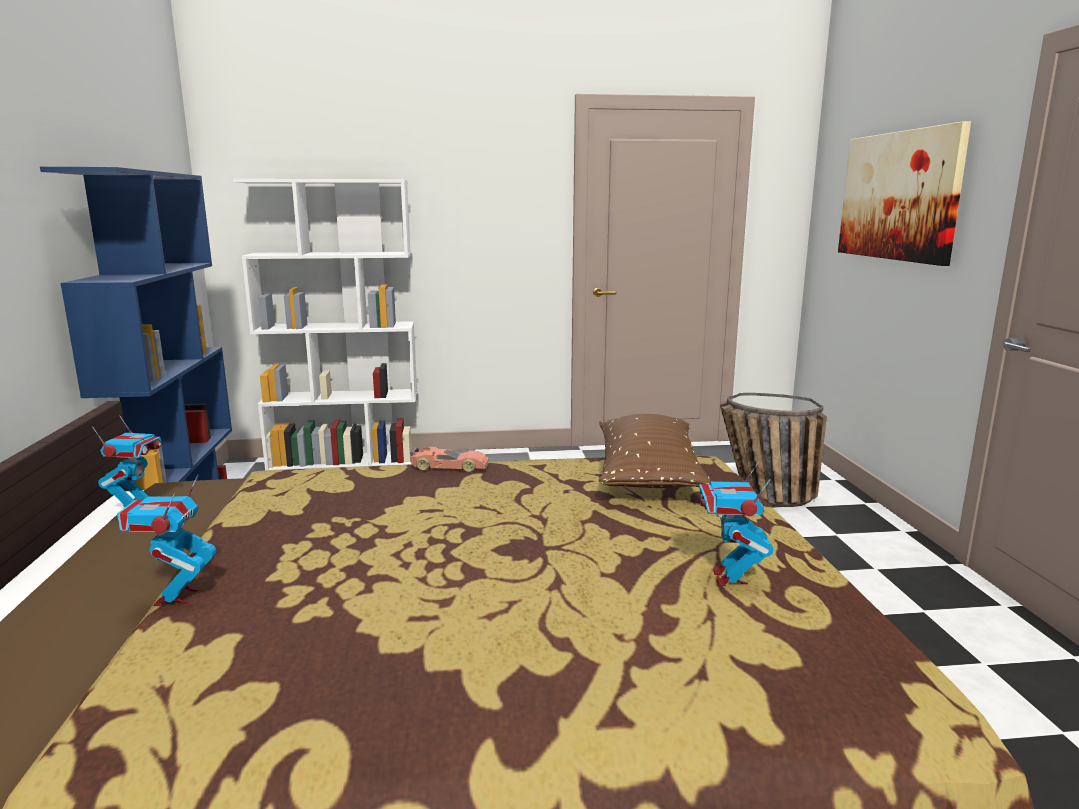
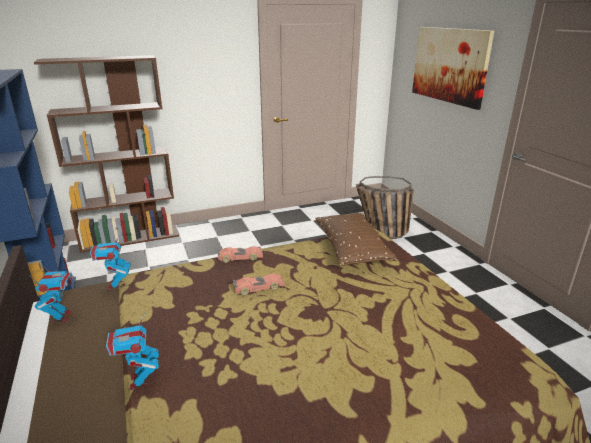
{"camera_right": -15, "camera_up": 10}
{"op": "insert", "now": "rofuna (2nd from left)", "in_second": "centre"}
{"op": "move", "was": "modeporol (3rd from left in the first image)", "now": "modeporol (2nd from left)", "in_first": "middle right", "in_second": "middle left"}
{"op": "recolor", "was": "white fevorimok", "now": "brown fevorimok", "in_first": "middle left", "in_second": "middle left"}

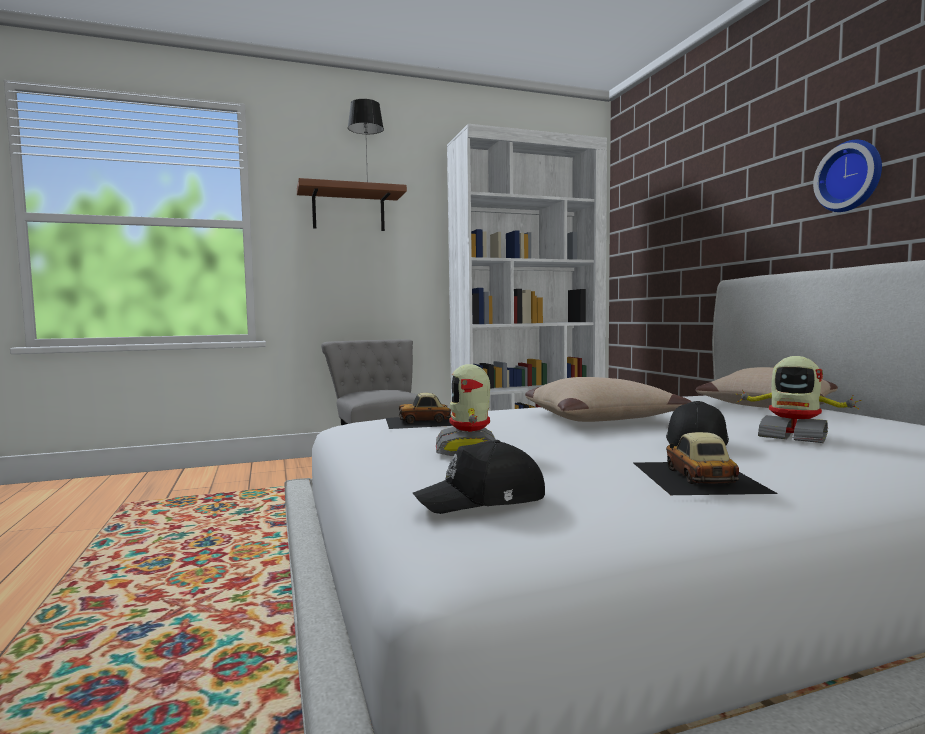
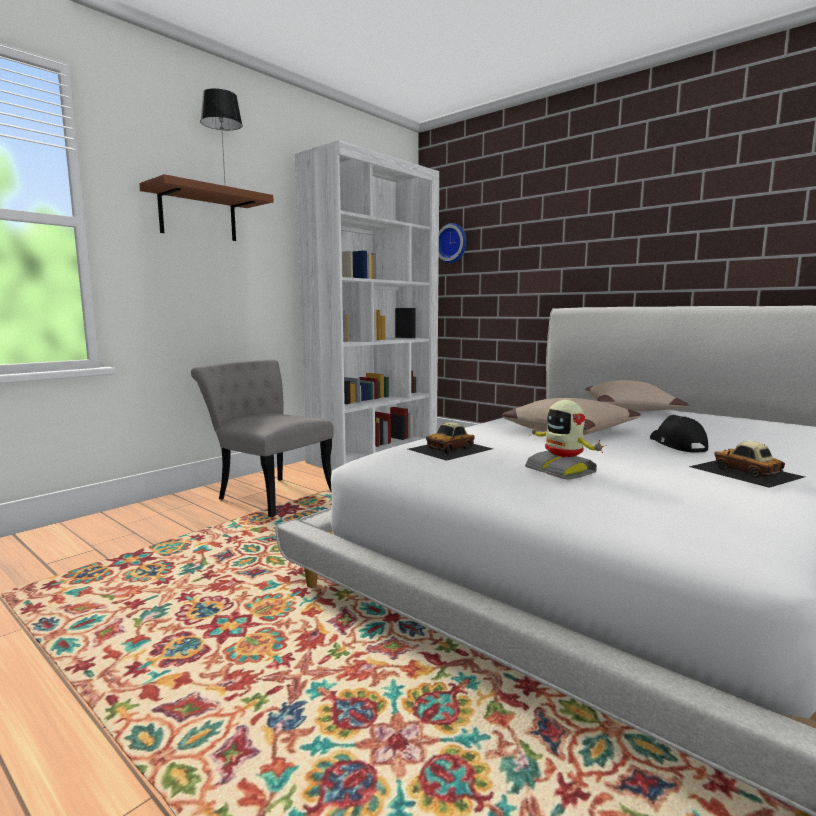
{"camera_right": -30, "camera_up": 5}
{"op": "delete", "was": "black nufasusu (1st from left)", "in_first": "centre"}
{"op": "delete", "was": "modeporol (2nd from left)", "in_first": "middle right"}
{"op": "move", "was": "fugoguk", "in_first": "top right", "in_second": "top centre"}

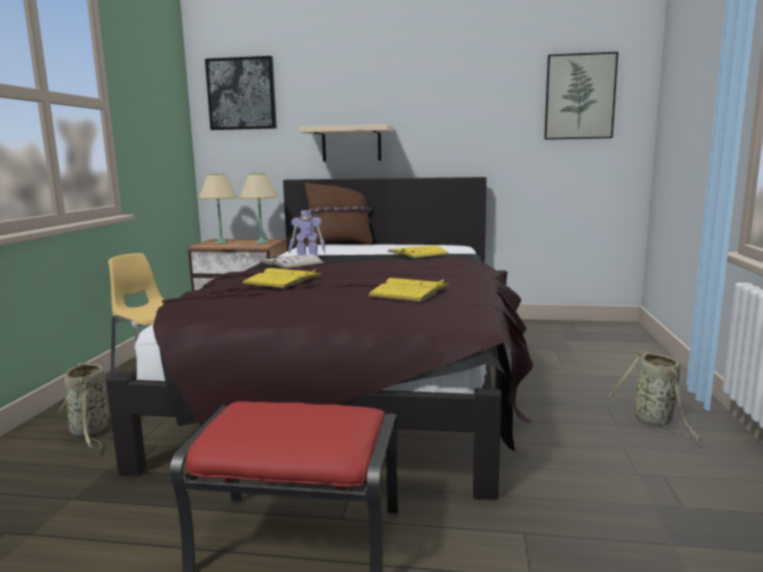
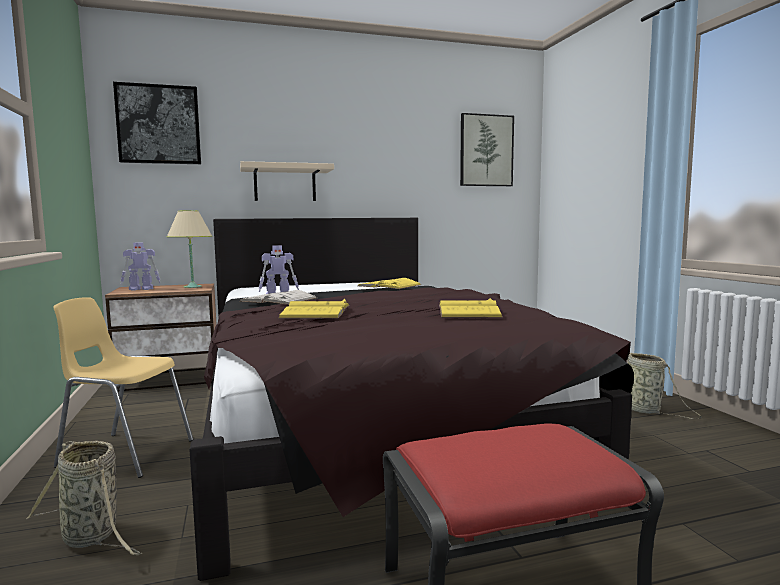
{"camera_right": -25, "camera_up": -5}
{"op": "delete", "was": "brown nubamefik", "in_first": "centre"}
{"op": "replace", "was": "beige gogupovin (1st from left)", "now": "modeporol (1st from left)", "in_first": "middle left", "in_second": "middle left"}

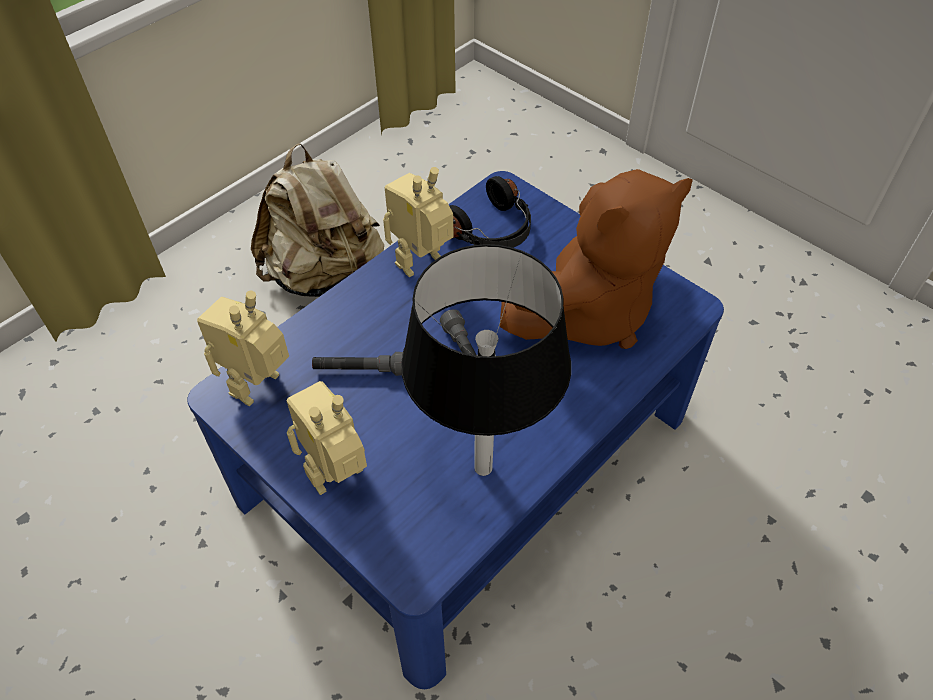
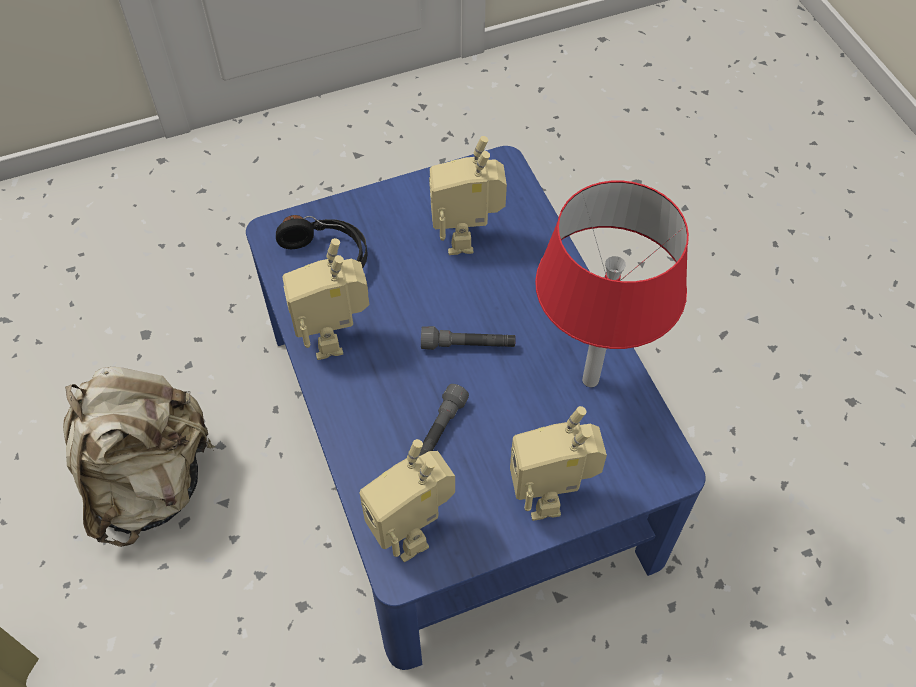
{"camera_right": -65, "camera_up": 5}
{"op": "replace", "was": "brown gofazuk", "now": "modeporol (3rd from left)", "in_first": "centre", "in_second": "top centre"}
{"op": "recolor", "was": "black gogupovin", "now": "red gogupovin", "in_first": "centre", "in_second": "middle right"}

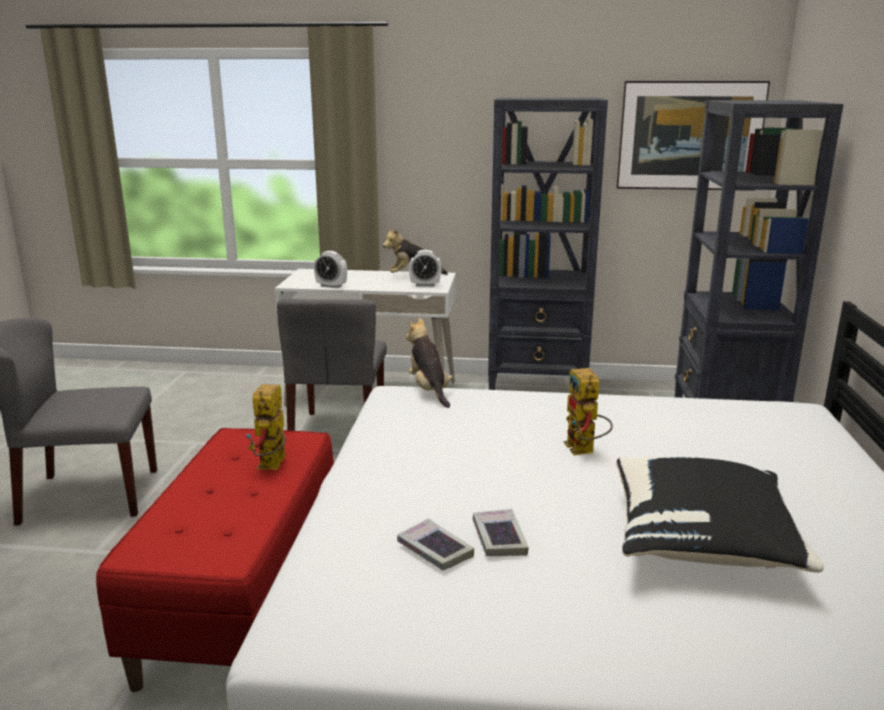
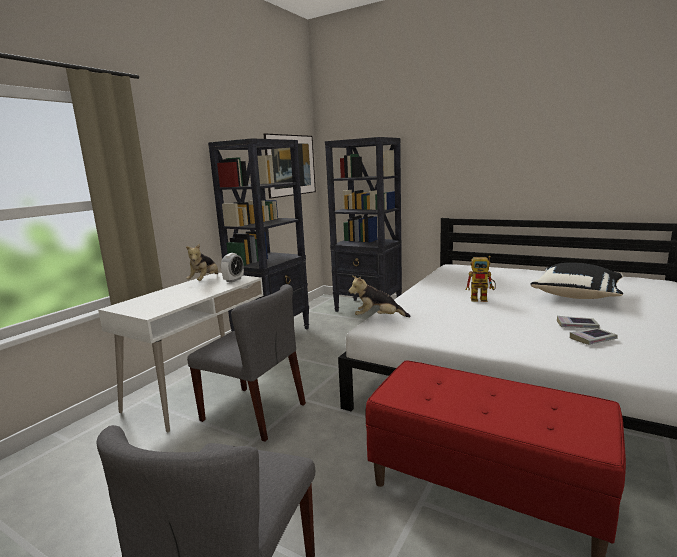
{"camera_right": -65, "camera_up": -5}
{"op": "delete", "was": "modeporol (1st from left)", "in_first": "middle left"}
{"op": "delete", "was": "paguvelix (1st from left)", "in_first": "centre"}

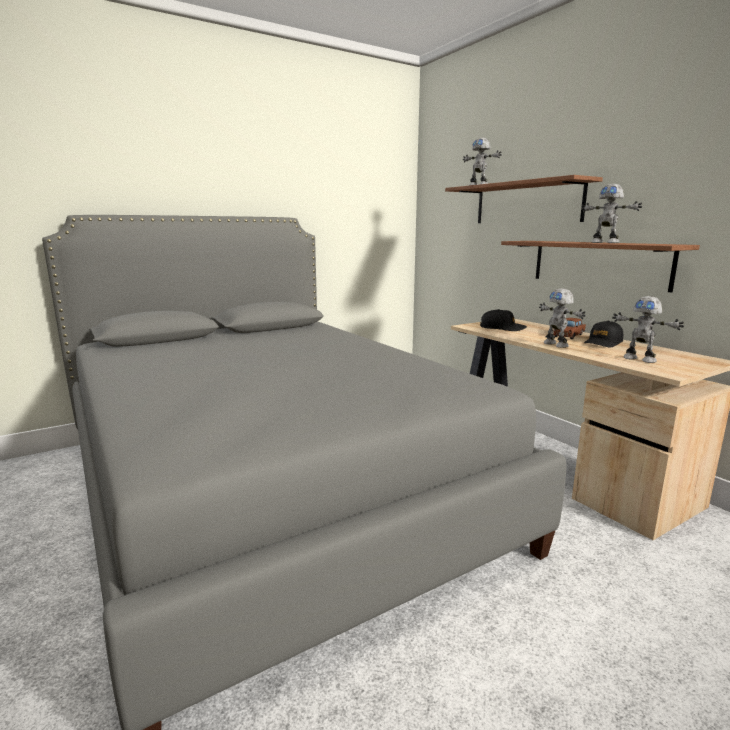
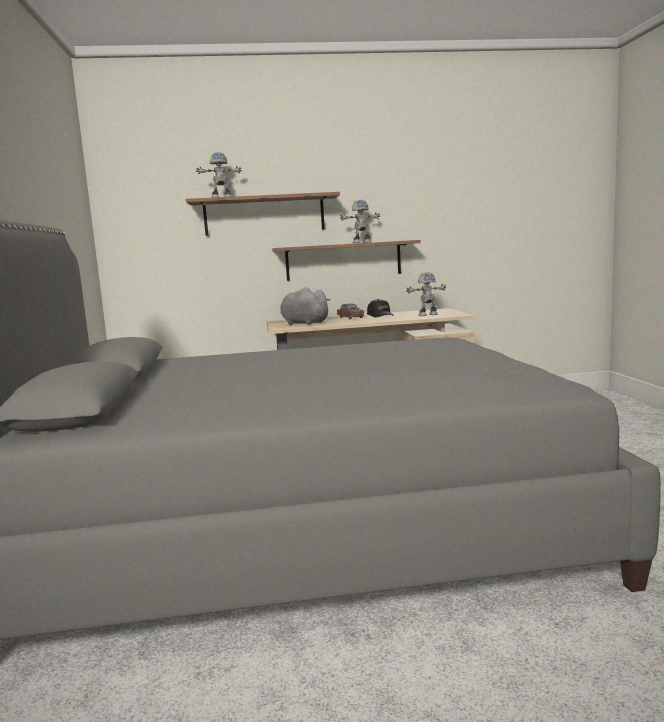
{"camera_right": -65, "camera_up": -5}
{"op": "delete", "was": "modeporol (2nd from left)", "in_first": "middle right"}
{"op": "replace", "was": "black nufasusu (1st from left)", "now": "grey gofazuk", "in_first": "middle right", "in_second": "centre"}

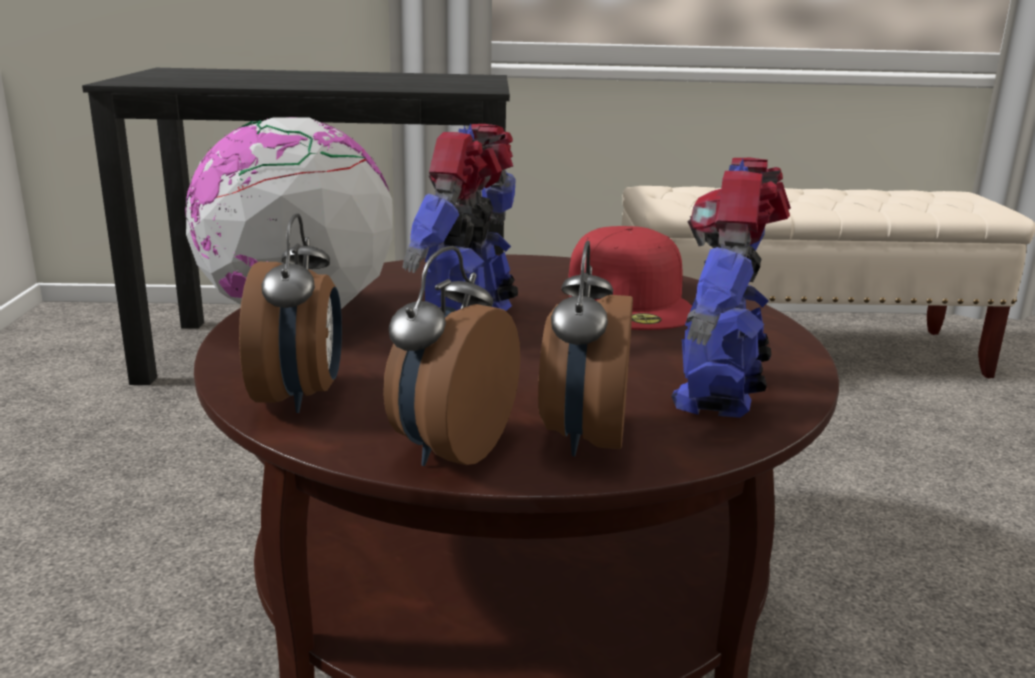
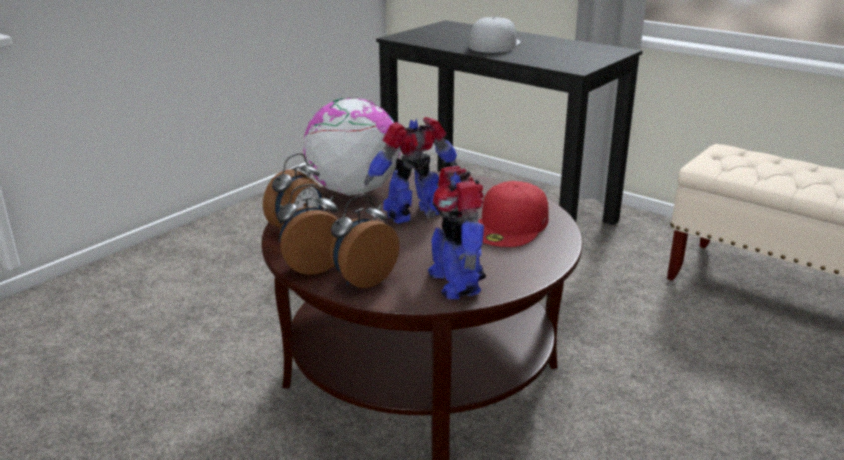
{"camera_right": 40, "camera_up": 5}
{"op": "insert", "now": "white nufasusu", "in_second": "top centre"}
{"op": "rotate", "was": "modeporol (2nd from left)", "in_first": "middle right", "in_second": "centre", "clockwise": -75}

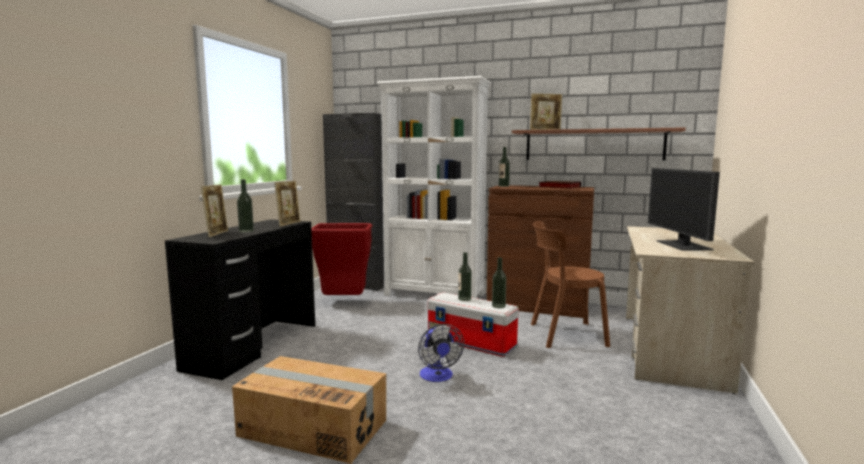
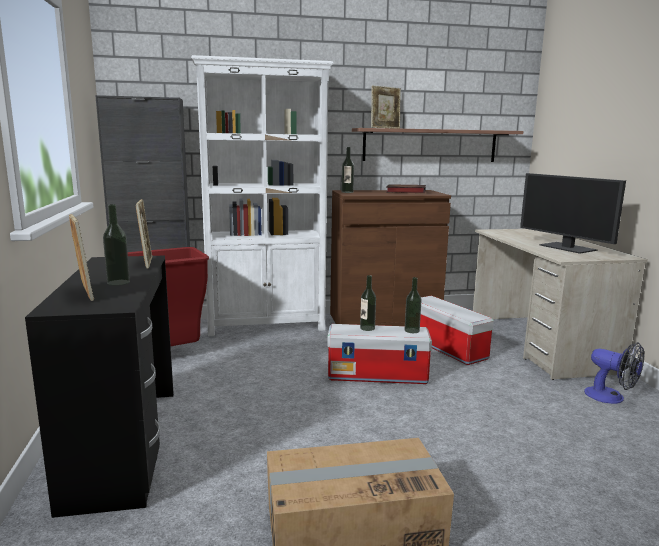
{"camera_right": -30, "camera_up": 5}
{"op": "move", "was": "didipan", "in_first": "bottom centre", "in_second": "bottom right"}
{"op": "replace", "was": "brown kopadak", "now": "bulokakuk (2nd from left)", "in_first": "centre", "in_second": "middle right"}

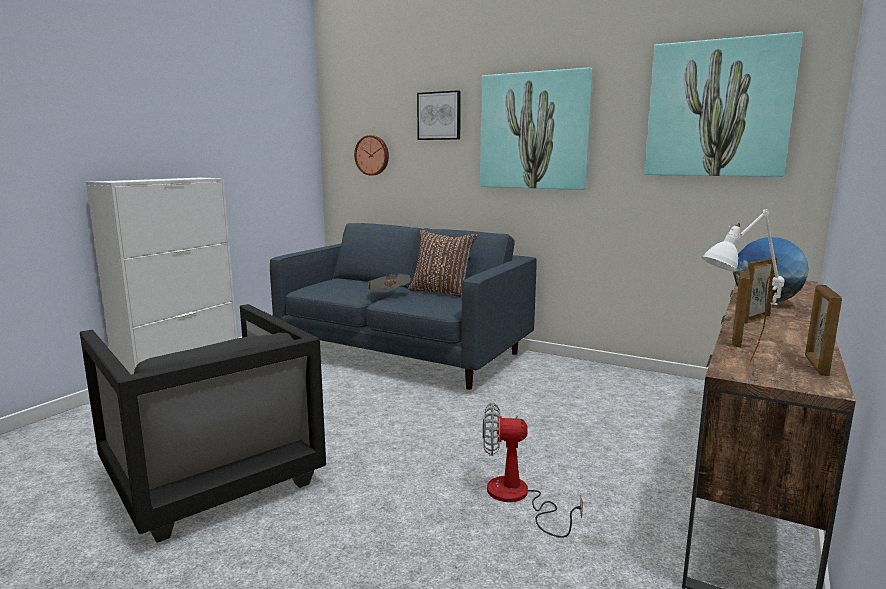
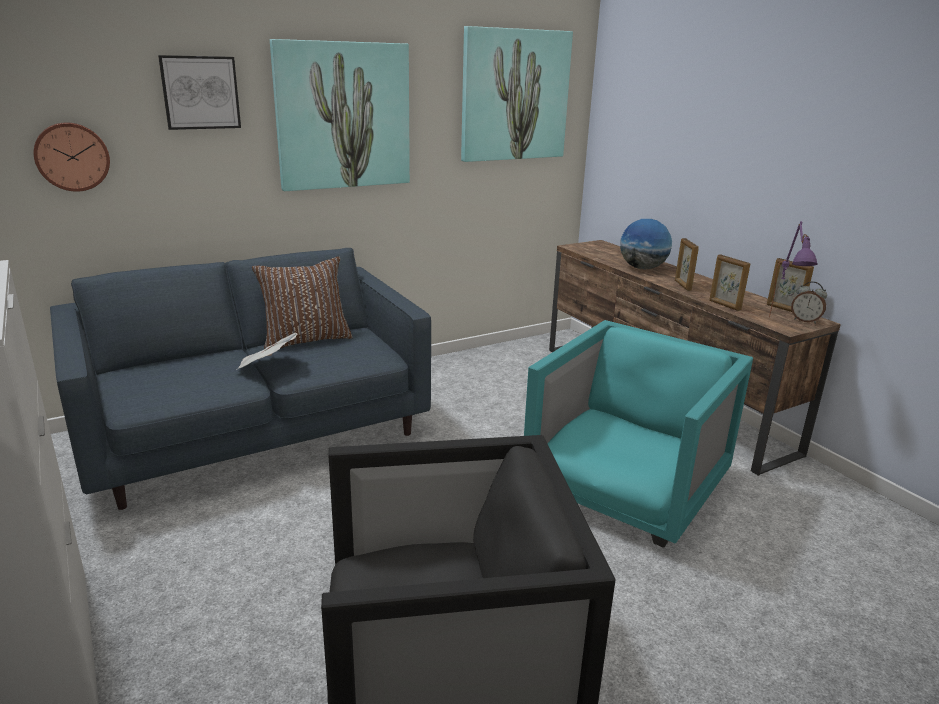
{"camera_right": -60, "camera_up": 10}
{"op": "insert", "now": "paguvelix", "in_second": "middle right"}
{"op": "replace", "was": "didipan", "now": "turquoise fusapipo", "in_first": "bottom centre", "in_second": "middle right"}
{"op": "recolor", "was": "white gogupovin", "now": "purple gogupovin", "in_first": "middle right", "in_second": "middle right"}

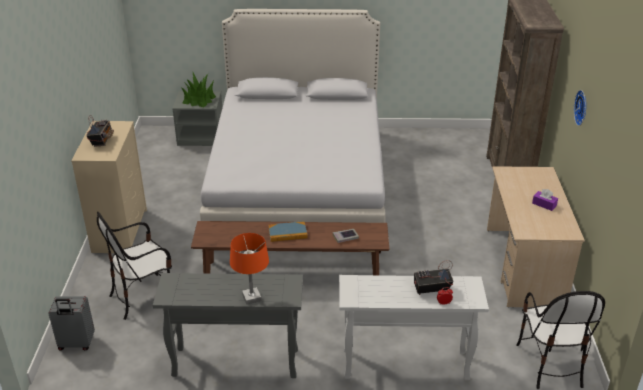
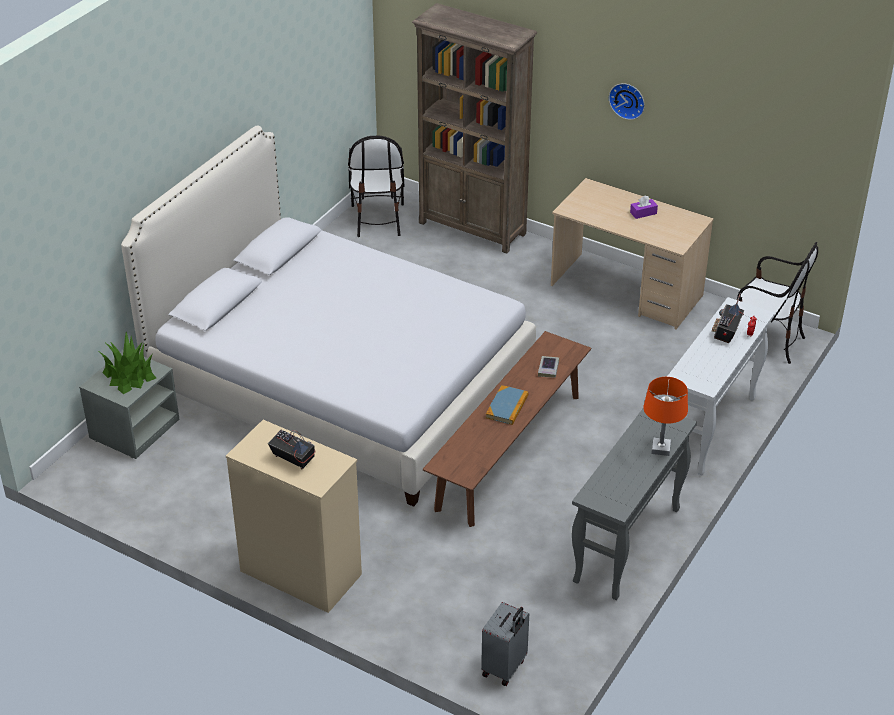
{"camera_right": -60, "camera_up": 5}
{"op": "move", "was": "kopadak (1st from left)", "in_first": "bottom left", "in_second": "top centre"}

